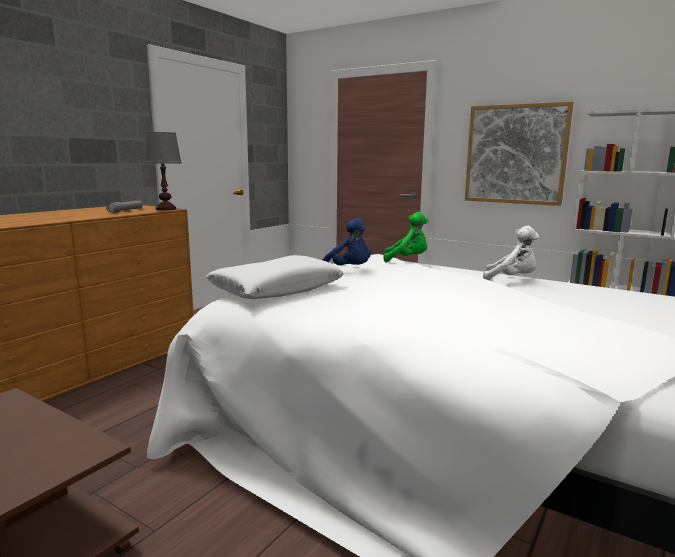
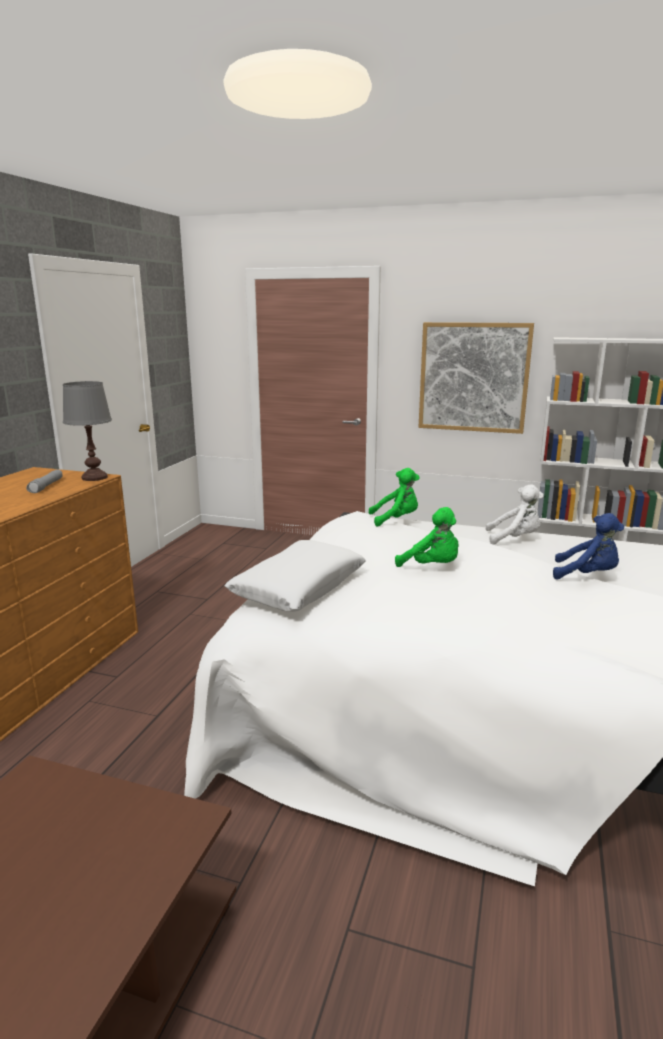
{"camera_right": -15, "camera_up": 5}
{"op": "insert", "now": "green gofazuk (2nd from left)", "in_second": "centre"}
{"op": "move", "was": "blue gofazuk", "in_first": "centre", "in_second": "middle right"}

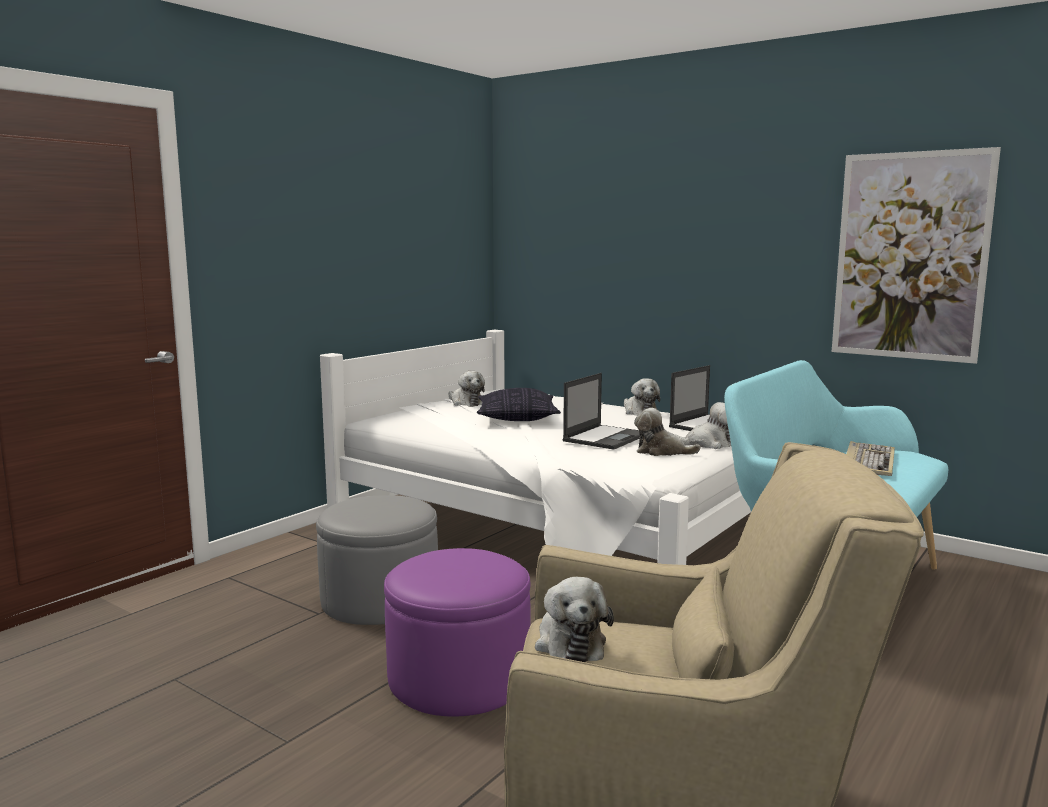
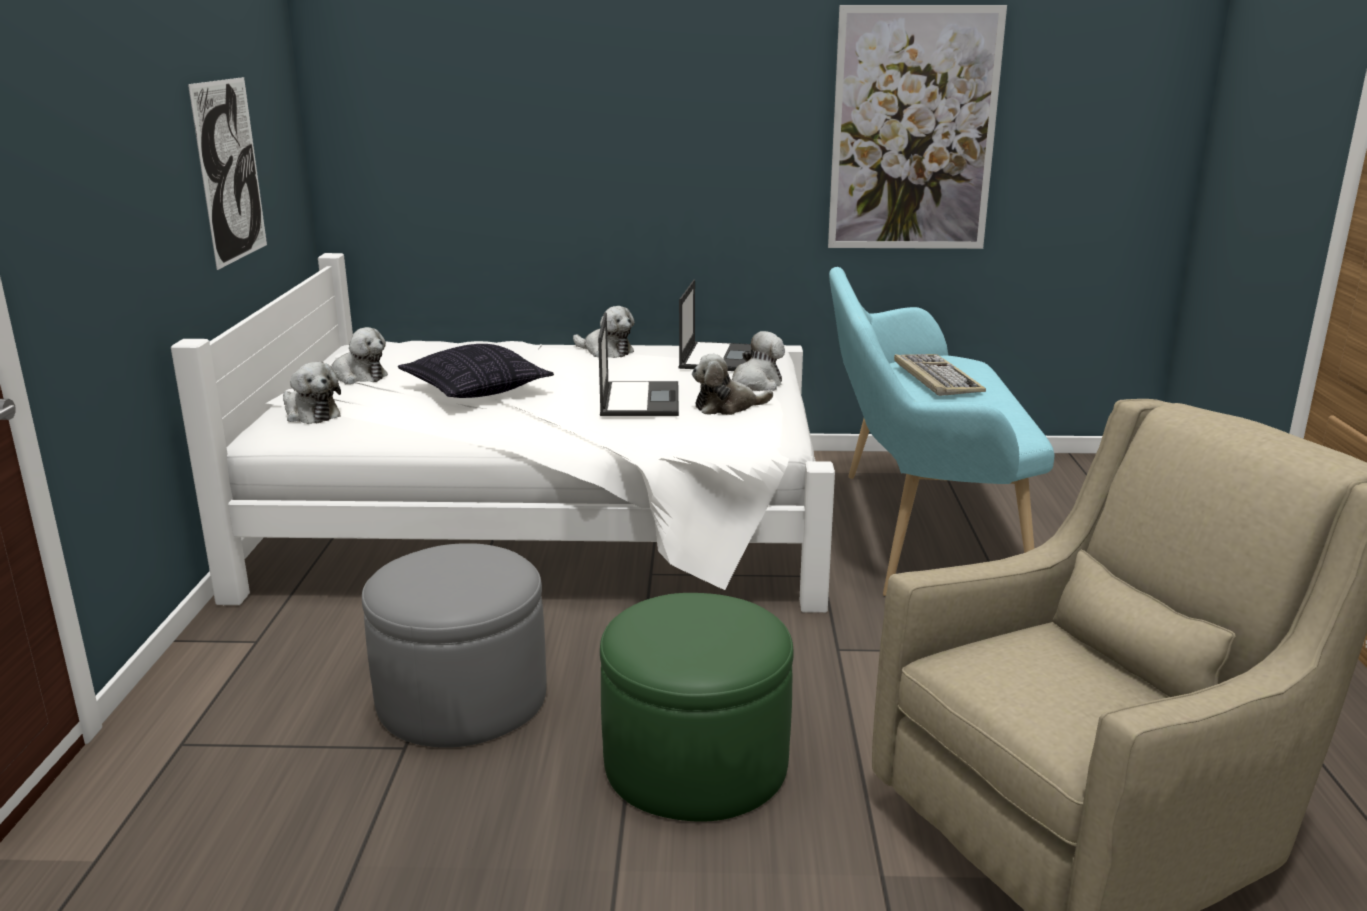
{"camera_right": -35, "camera_up": 10}
{"op": "insert", "now": "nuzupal (1st from left)", "in_second": "top left"}
{"op": "move", "was": "gofazuk (2nd from left in the first image)", "now": "gofazuk (1st from left)", "in_first": "bottom centre", "in_second": "middle left"}
{"op": "recolor", "was": "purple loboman", "now": "green loboman", "in_first": "bottom centre", "in_second": "bottom centre"}

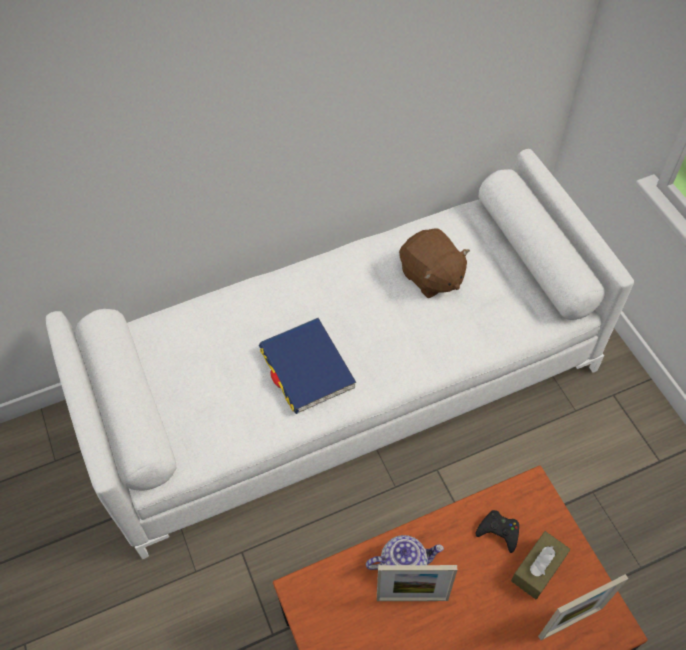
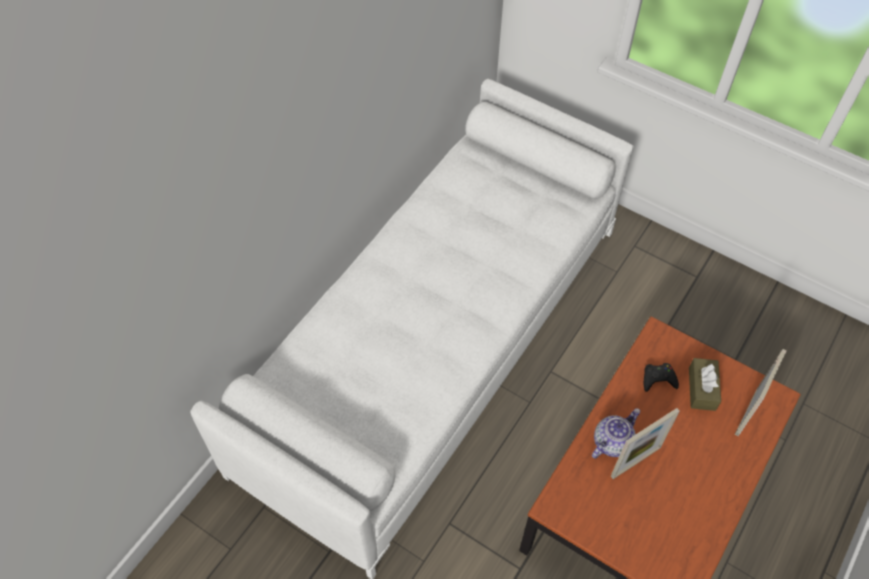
{"camera_right": -35, "camera_up": 0}
{"op": "delete", "was": "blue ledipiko", "in_first": "centre"}
{"op": "delete", "was": "brown gofazuk", "in_first": "centre"}

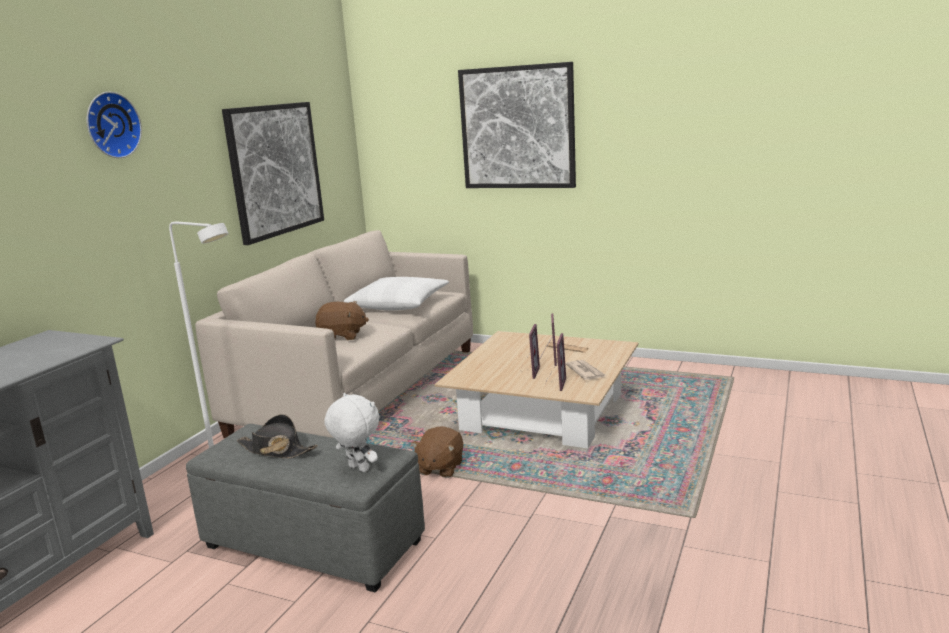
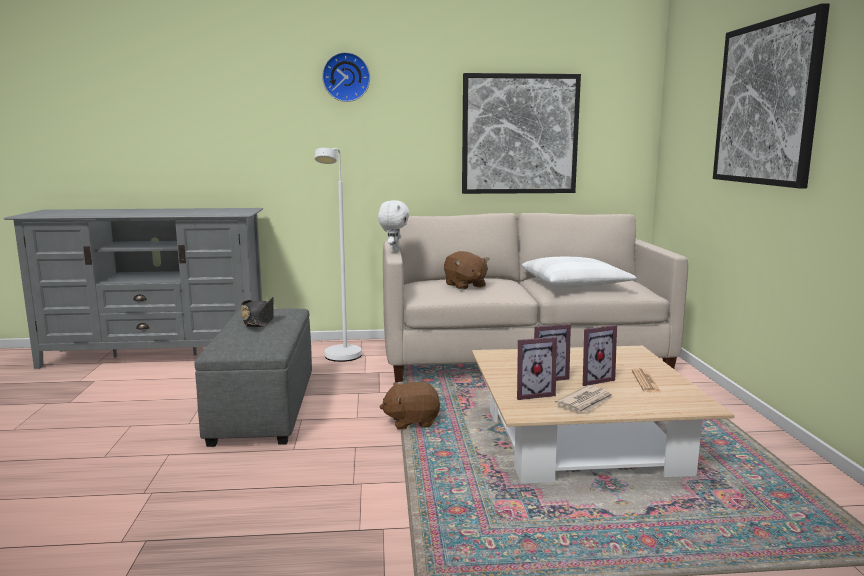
{"camera_right": 60, "camera_up": -5}
{"op": "move", "was": "white gofazuk", "in_first": "bottom centre", "in_second": "centre"}

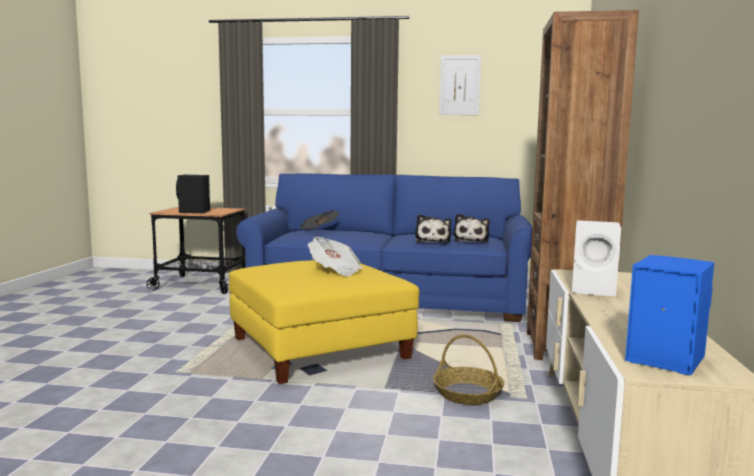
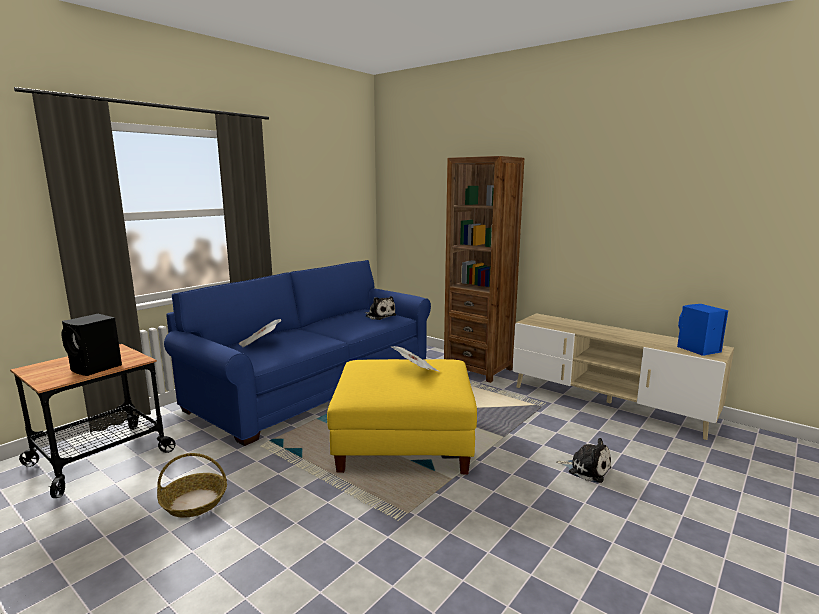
{"camera_right": -60, "camera_up": 5}
{"op": "delete", "was": "nuzupal", "in_first": "top centre"}
{"op": "delete", "was": "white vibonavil", "in_first": "middle right"}
{"op": "move", "was": "gofazuk (1st from left in the first image)", "now": "gofazuk (2nd from left)", "in_first": "centre", "in_second": "bottom right"}
{"op": "move", "was": "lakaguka", "in_first": "bottom centre", "in_second": "bottom left"}

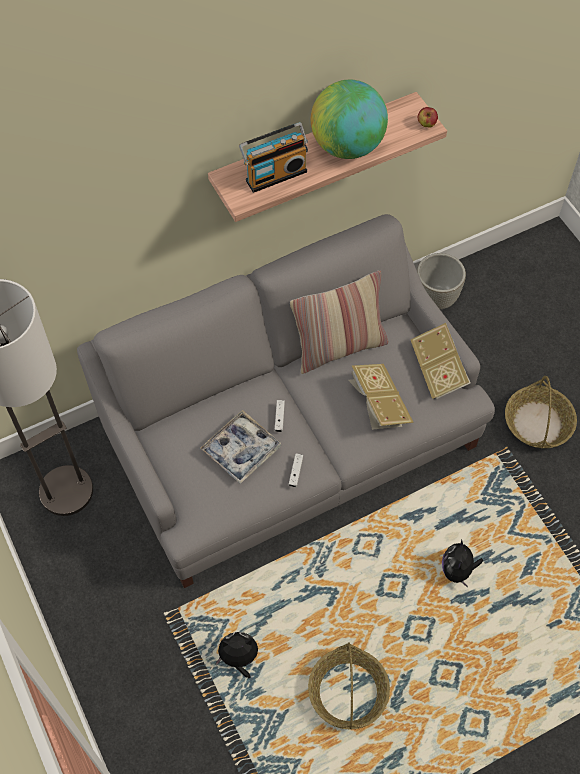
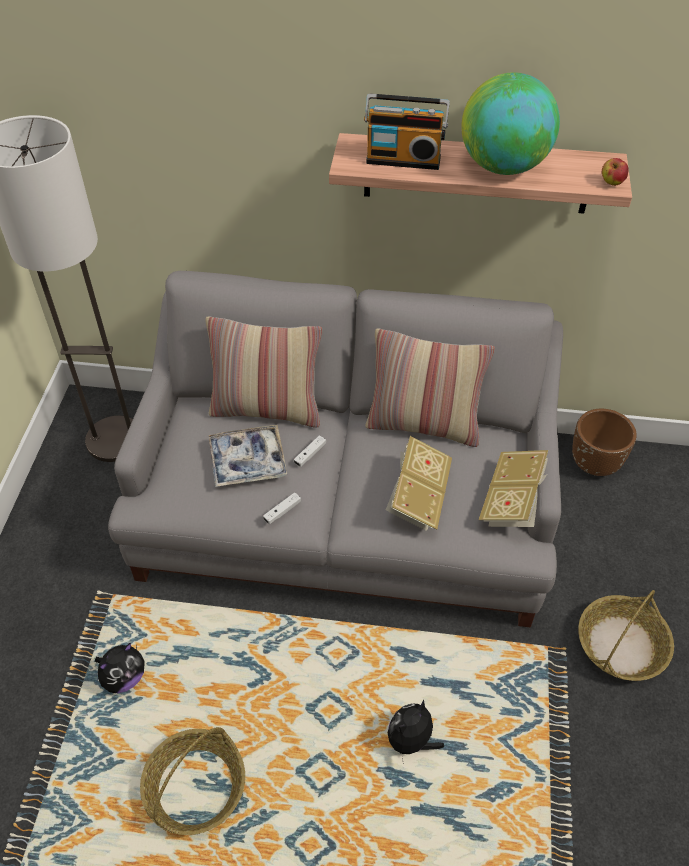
{"camera_right": 35, "camera_up": -10}
{"op": "insert", "now": "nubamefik (1st from left)", "in_second": "centre"}
{"op": "recolor", "was": "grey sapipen", "now": "brown sapipen", "in_first": "middle right", "in_second": "middle right"}
{"op": "rotate", "was": "gofazuk (1st from left)", "in_first": "bottom centre", "in_second": "bottom left", "clockwise": 105}

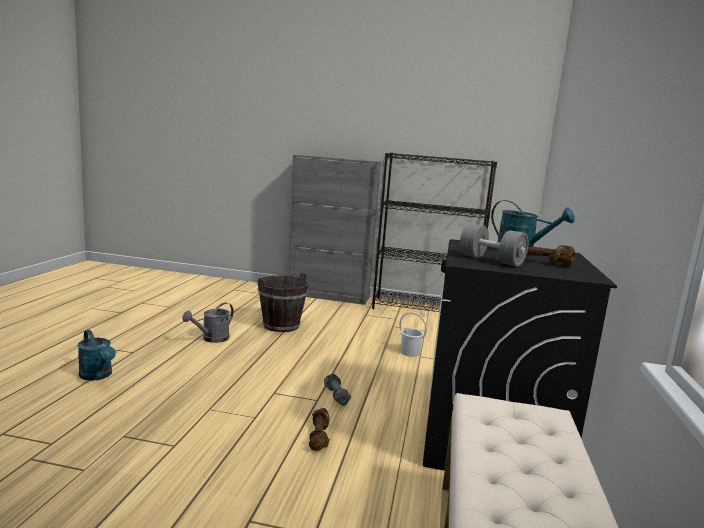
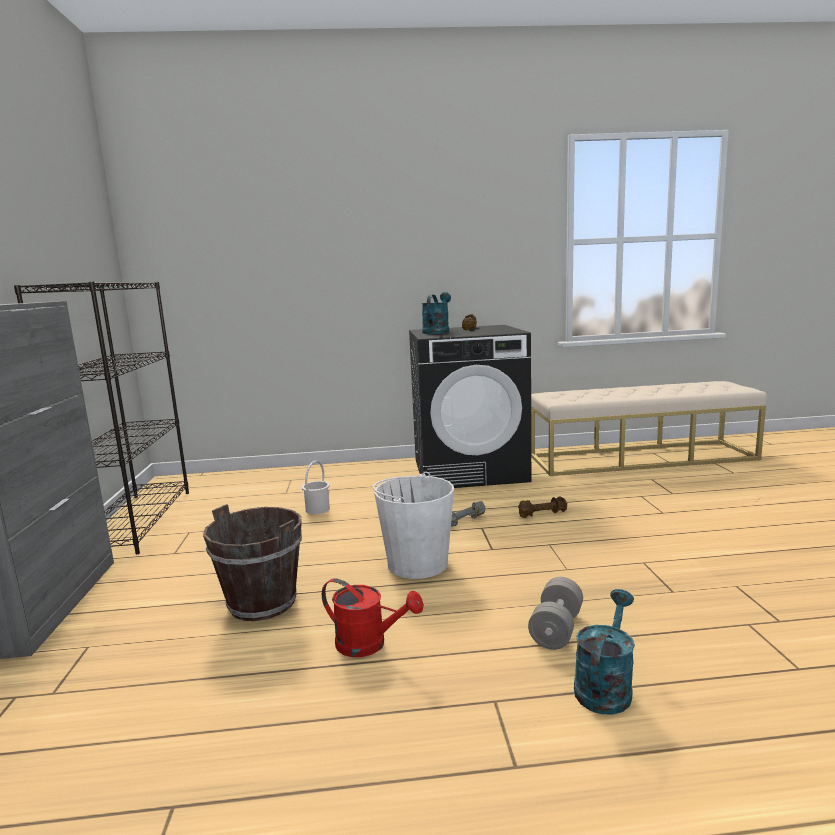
{"camera_right": -105, "camera_up": 0}
{"op": "insert", "now": "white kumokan (2nd from left)", "in_second": "centre"}
{"op": "move", "was": "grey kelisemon (2nd from left)", "in_first": "middle right", "in_second": "bottom centre"}
{"op": "recolor", "was": "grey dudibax", "now": "red dudibax", "in_first": "middle left", "in_second": "bottom centre"}

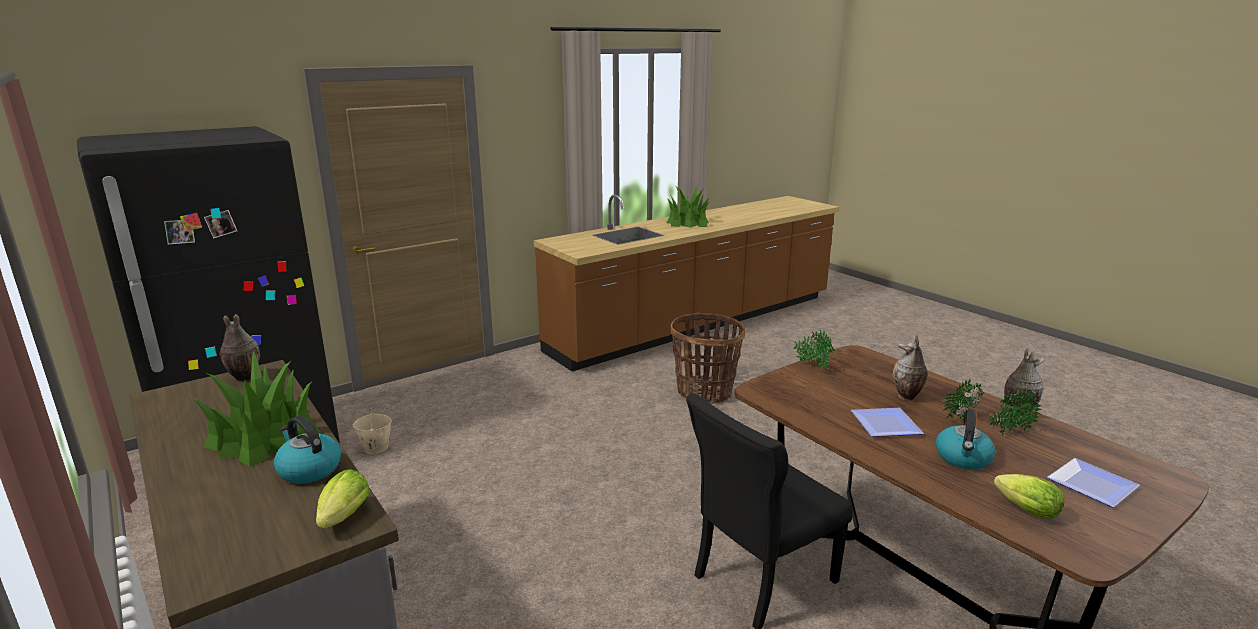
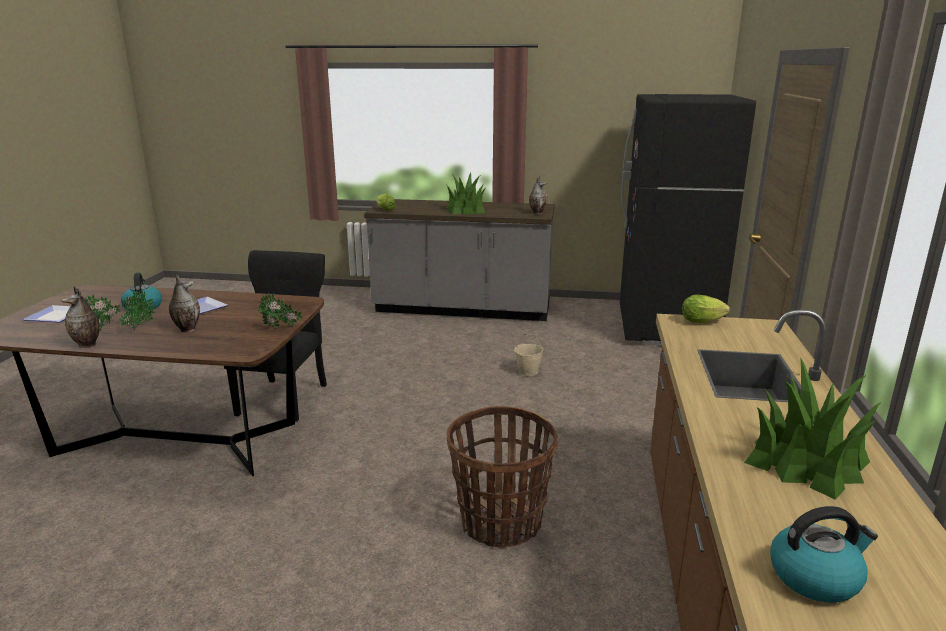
{"camera_right": 135, "camera_up": 0}
{"op": "move", "was": "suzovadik (1st from left in the first image)", "now": "suzovadik (2nd from left)", "in_first": "bottom left", "in_second": "bottom right"}
{"op": "move", "was": "beige kumokan", "in_first": "bottom left", "in_second": "centre"}
{"op": "move", "was": "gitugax (2nd from left)", "in_first": "bottom right", "in_second": "middle right"}

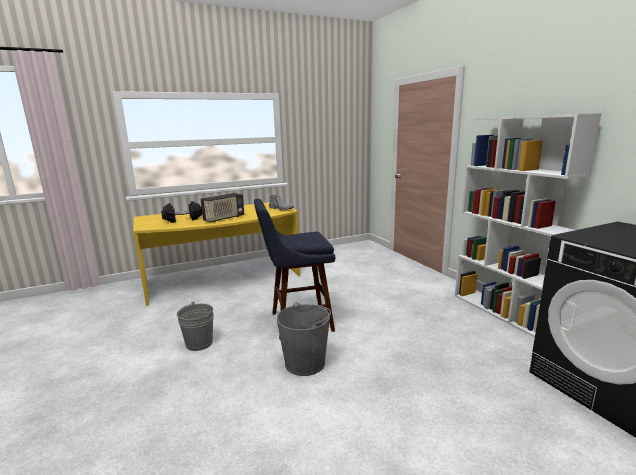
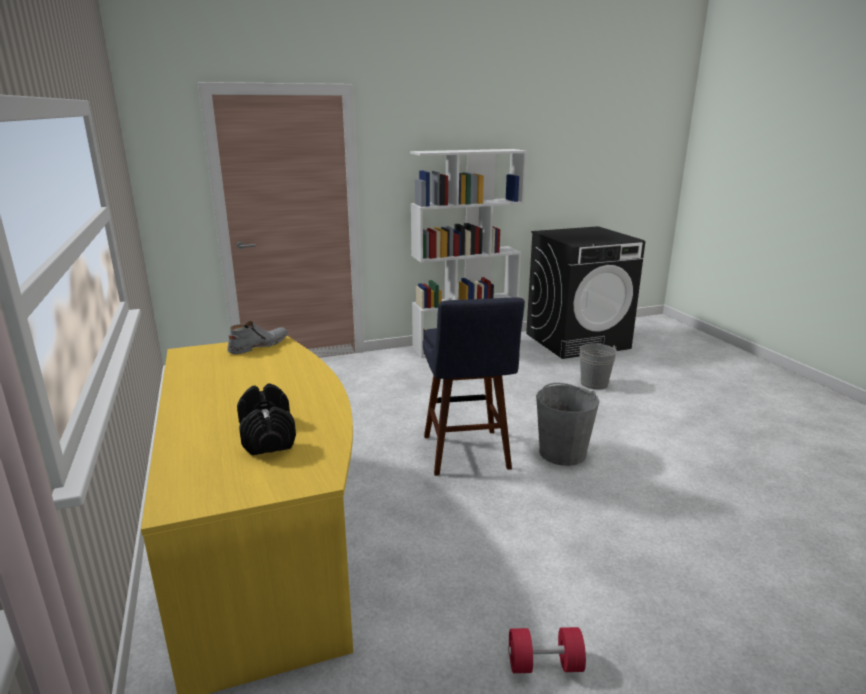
{"camera_right": -85, "camera_up": 5}
{"op": "delete", "was": "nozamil", "in_first": "centre"}
{"op": "insert", "now": "red kelisemon", "in_second": "bottom centre"}
{"op": "move", "was": "grey kumokan (1st from left in the first image)", "now": "grey kumokan (2nd from left)", "in_first": "bottom left", "in_second": "middle right"}

